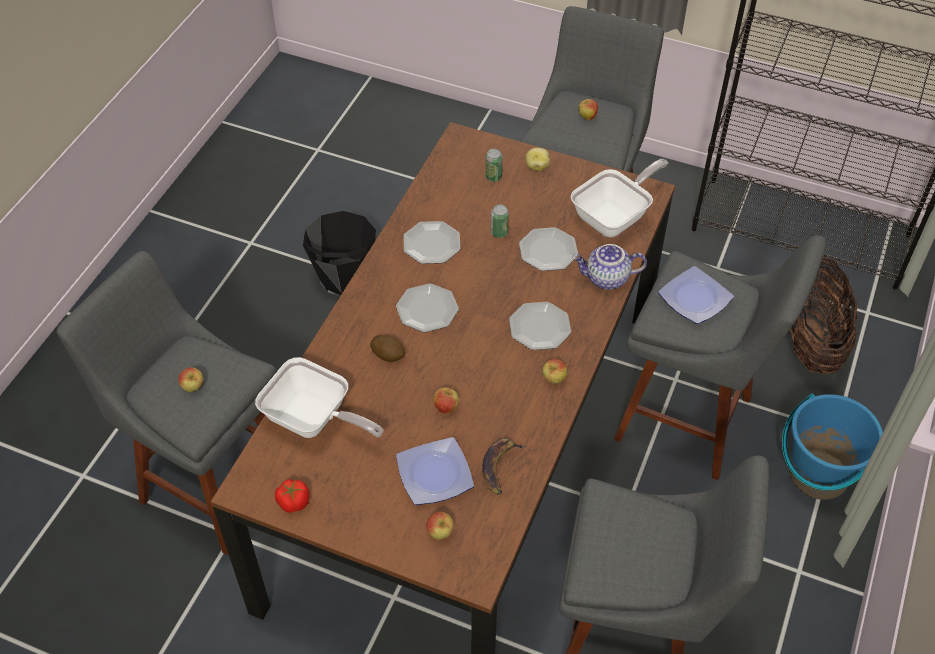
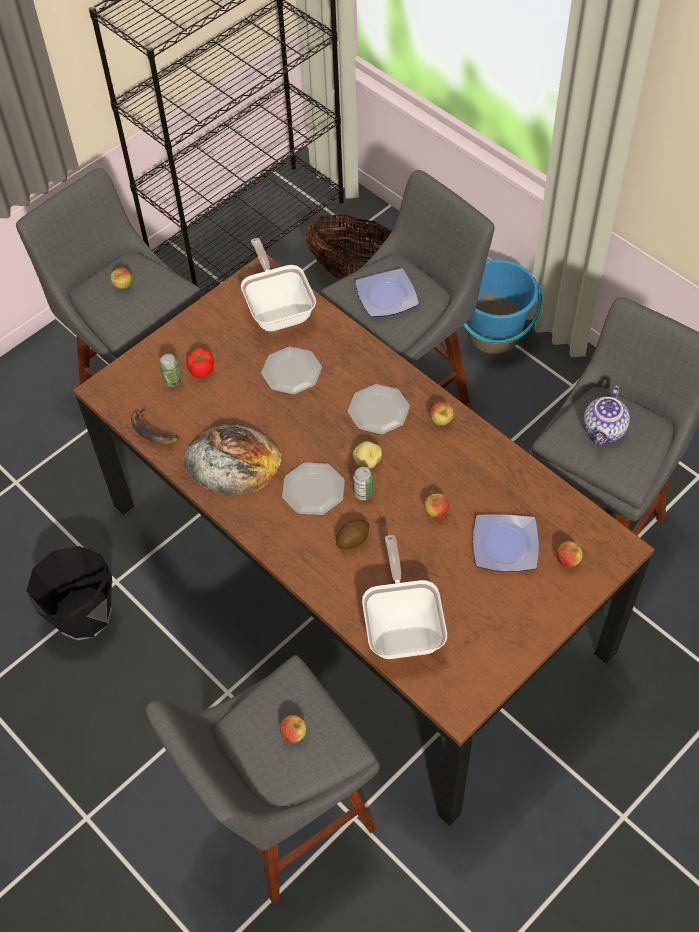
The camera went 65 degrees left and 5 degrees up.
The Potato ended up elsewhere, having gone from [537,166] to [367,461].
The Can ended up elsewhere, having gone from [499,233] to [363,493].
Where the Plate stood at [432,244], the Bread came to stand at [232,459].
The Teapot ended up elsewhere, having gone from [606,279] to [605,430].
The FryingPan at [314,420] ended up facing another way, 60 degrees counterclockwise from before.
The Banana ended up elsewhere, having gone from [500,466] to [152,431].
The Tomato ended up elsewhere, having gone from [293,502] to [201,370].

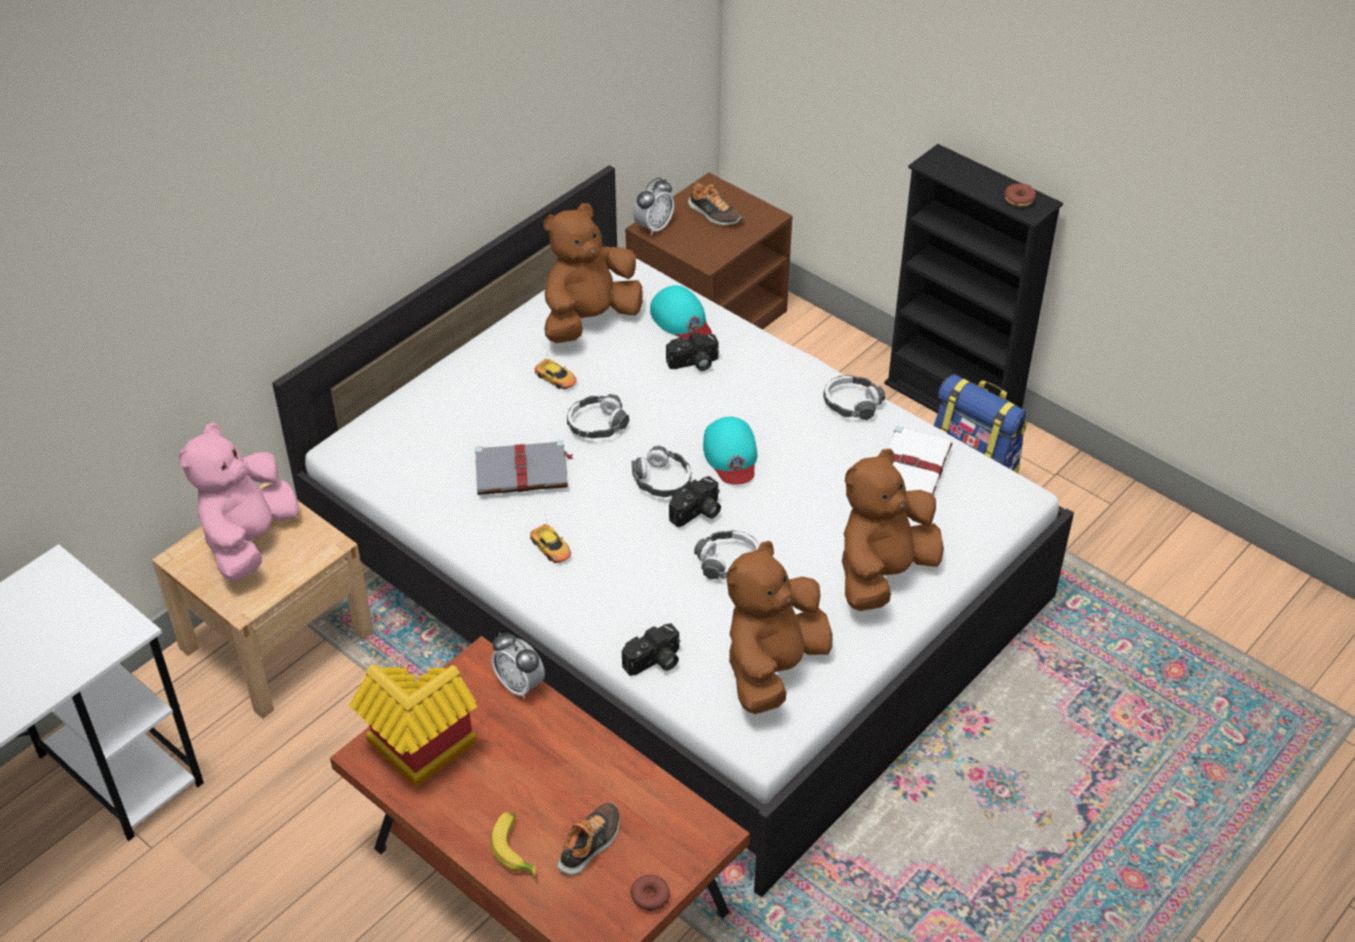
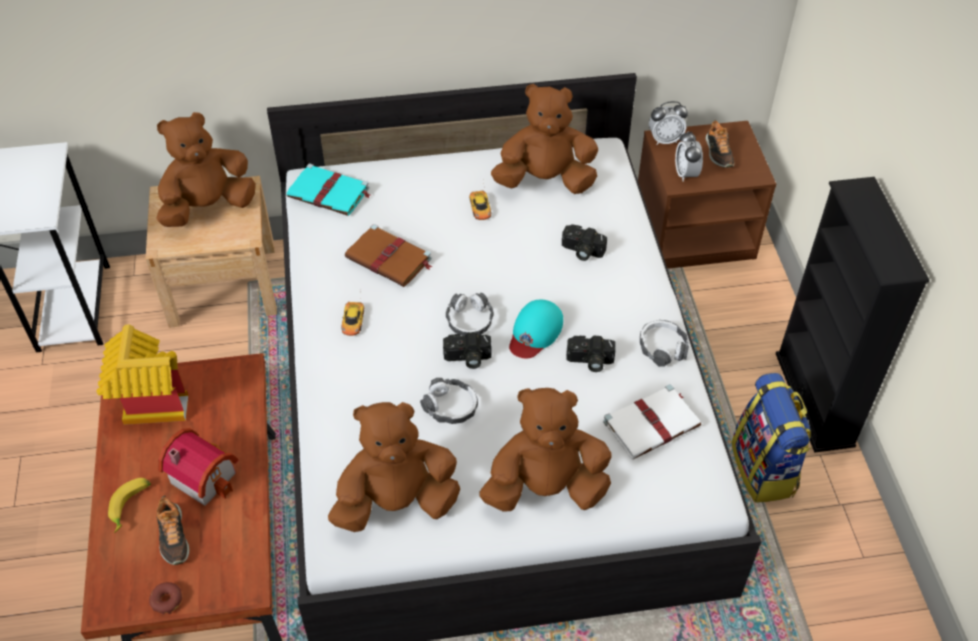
The camera went 40 degrees right and 5 degrees up.
The second view lost the Donut at [1019,199].
The second view lost the TurquoiseCap at [681,320].
The second view lost the Headphones at [597,424].
What was the PinkPlushToy at [249,541] turned into the BrownPlushToy at [208,207].
What was the GreyBook at [523,471] turned into the BrownBook at [389,259].
The PhotoCamera ended up elsewhere, having gone from [654,662] to [589,361].
The AlarmClock ended up elsewhere, having gone from [519,685] to [686,174].
The Shoe at [590,844] ended up facing another way, 90 degrees clockwise from before.
The second view gained the TurquoiseBook at [330,193].
The second view gained the ToyHouse at [205,474].

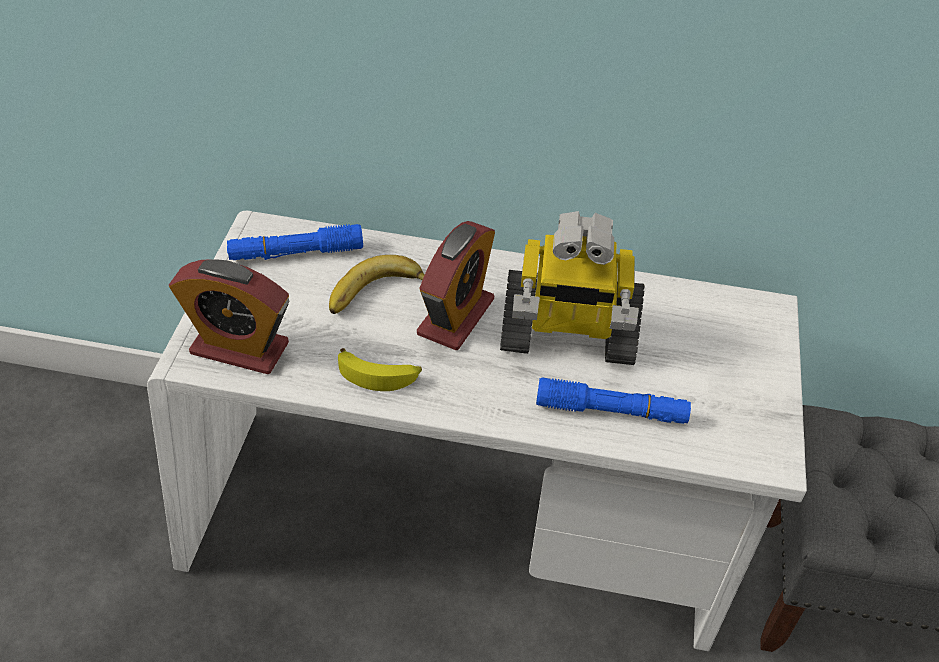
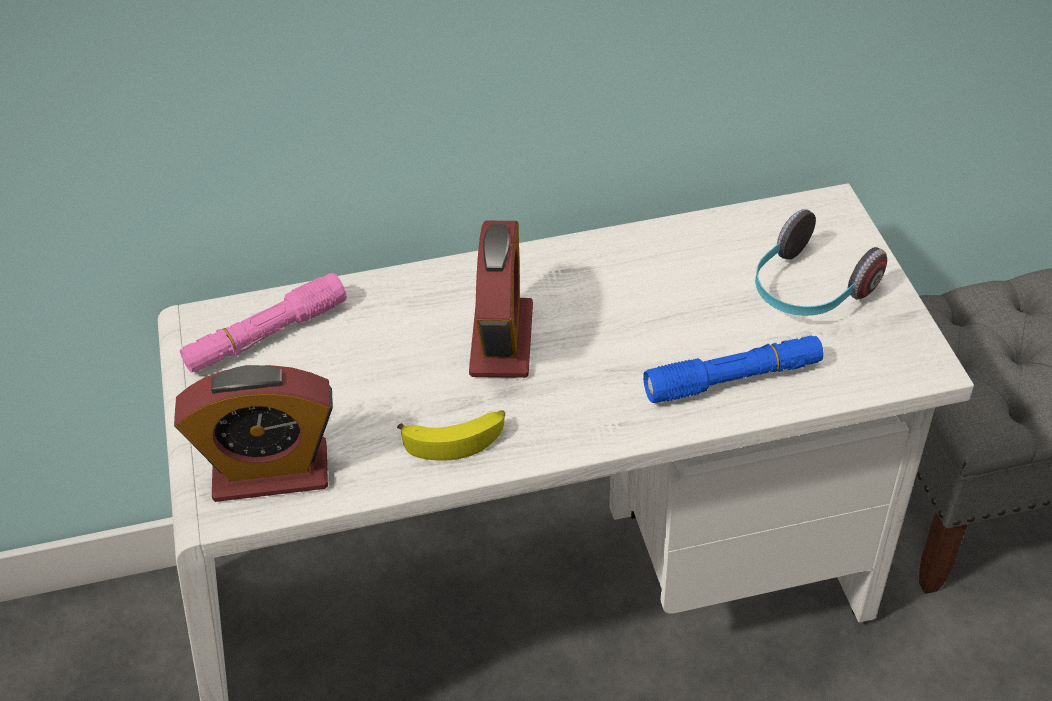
The camera went 20 degrees left and 0 degrees up.
The second view lost the ToyRobot at [567,335].
What was the BlueFlashlight at [296,253] turned into the PinkFlashlight at [266,335].
The second view lost the Banana at [379,296].
The second view gained the Headphones at [808,291].

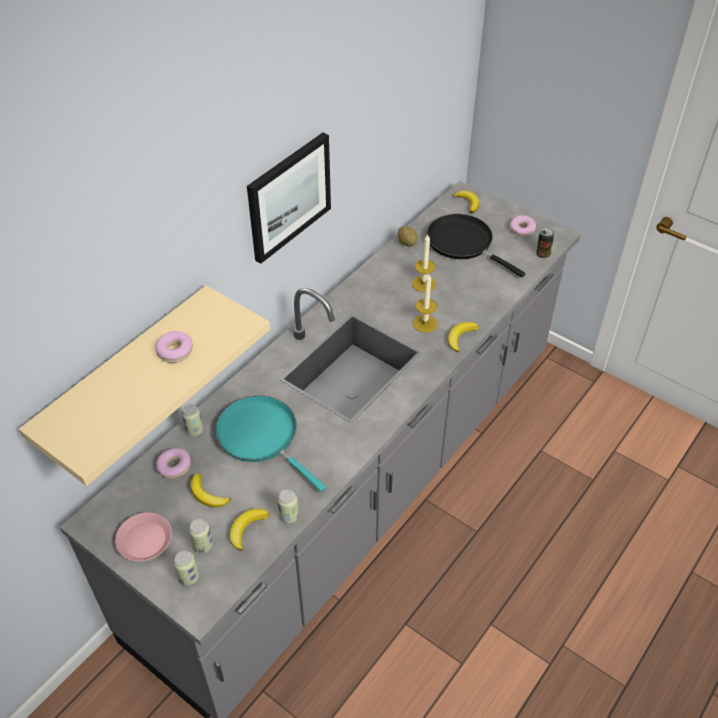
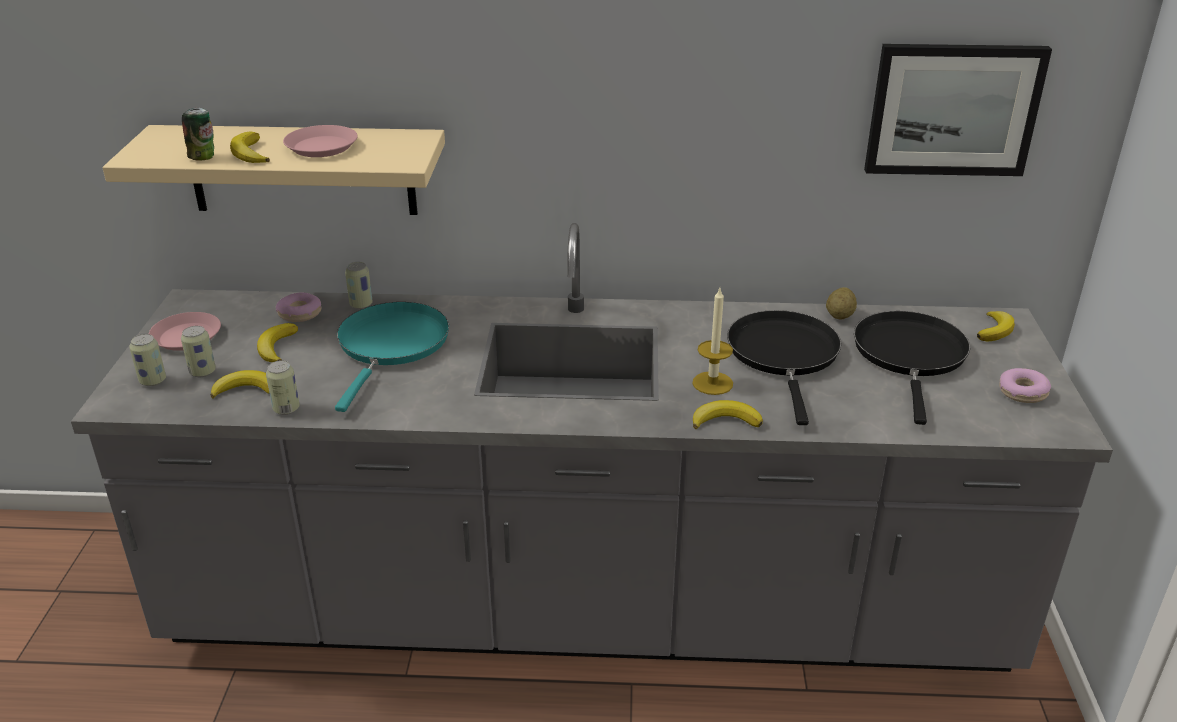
The camera went 55 degrees right and 15 degrees down.
The Picture ended up elsewhere, having gone from [288,196] to [953,109].
The Can ended up elsewhere, having gone from [543,253] to [204,157].
Where the Candle stood at [424,284], the BlackFryingPan came to stand at [784,355].
Where the Donut stood at [175,351], the PinkPlate came to stand at [322,147].
The second view gained the Banana at [249,153].

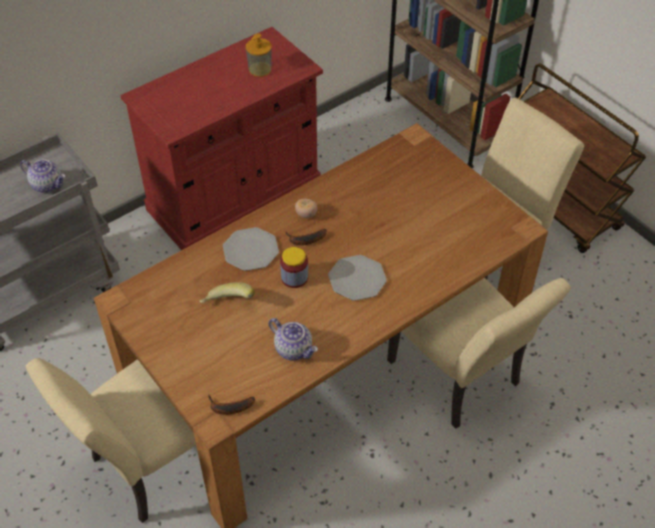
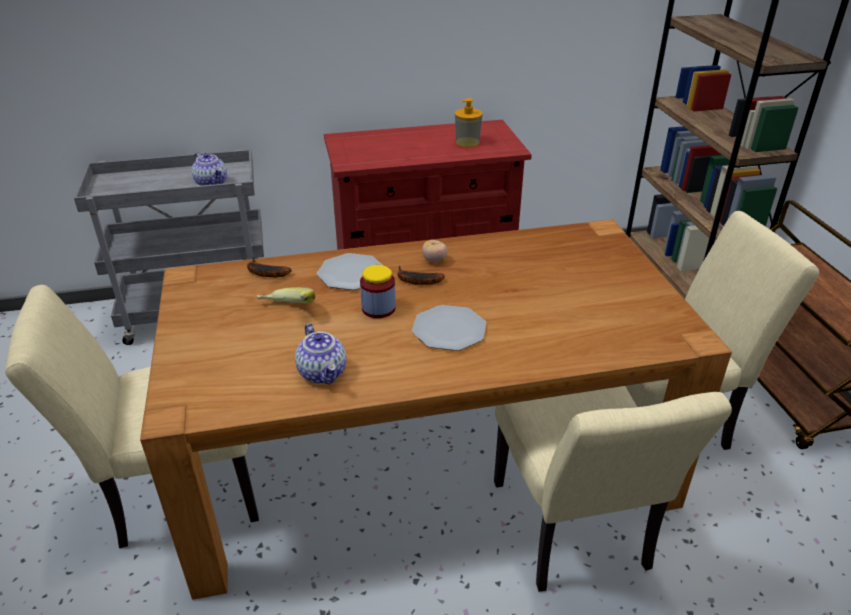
The camera went 25 degrees right and 15 degrees down.
The Banana ended up elsewhere, having gone from [229,408] to [264,273].

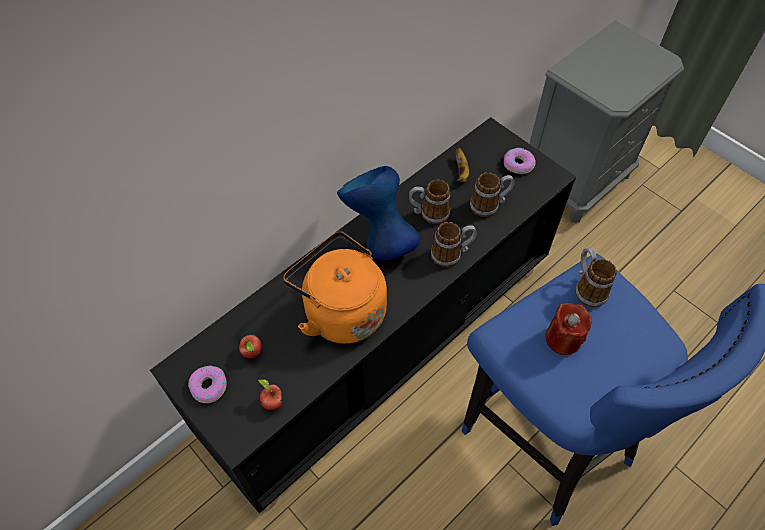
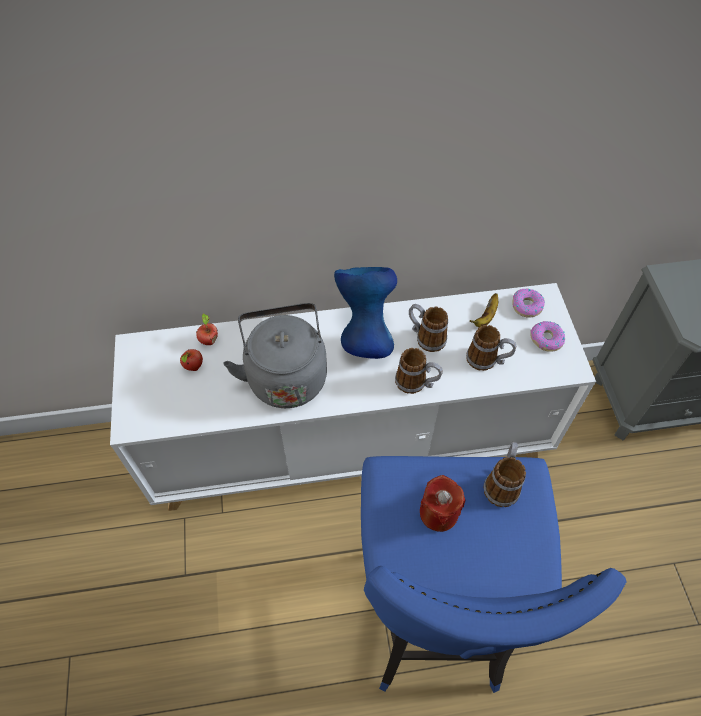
The camera went 35 degrees right and 0 degrees up.
What was the BlackCabinet at [383,349] turned into the WhiteCabinet at [351,443].
What was the OrangeKettle at [341,311] turned into the GreyKettle at [285,375].
The Donut ended up elsewhere, having gone from [208,386] to [526,306].
The Apple ended up elsewhere, having gone from [272,402] to [208,340].

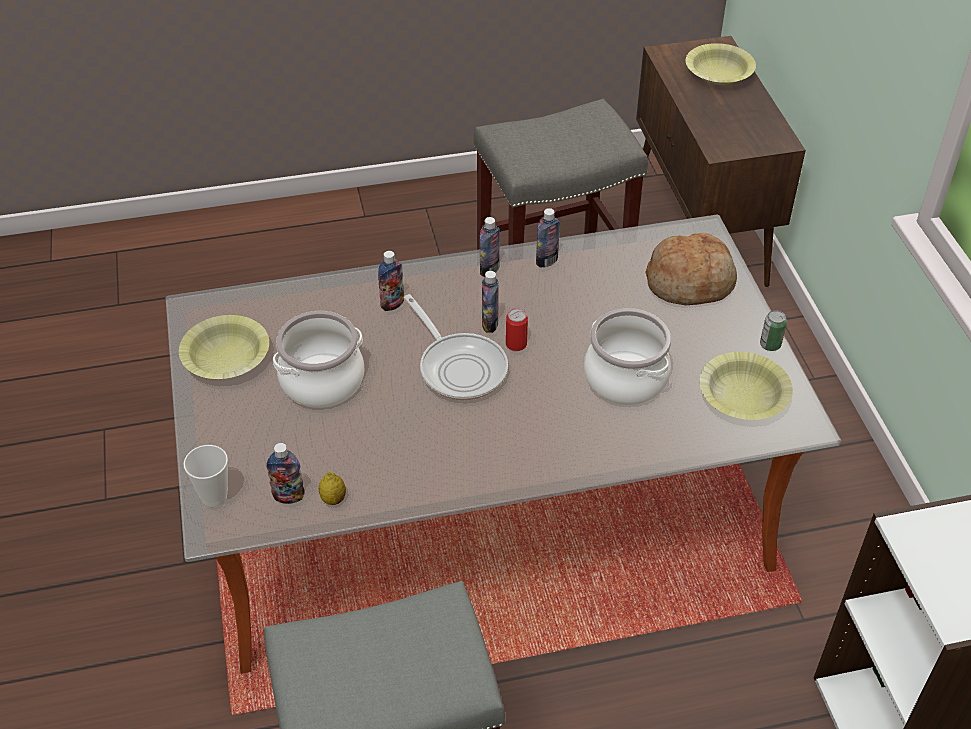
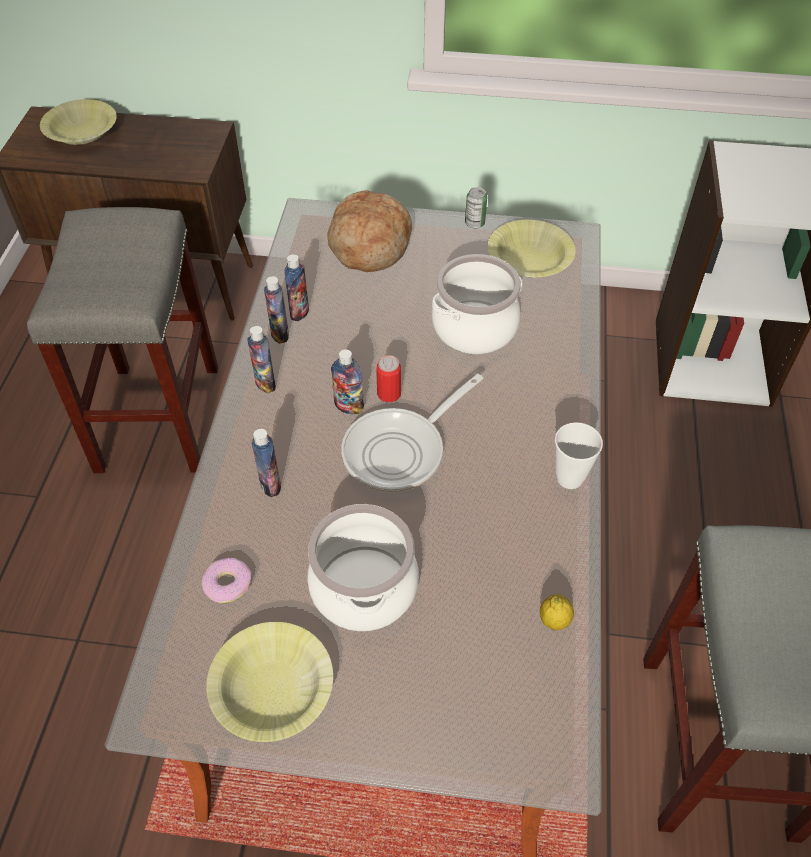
The camera went 70 degrees left and 5 degrees up.
The FryingPan at [459,367] ended up facing another way, 150 degrees clockwise from before.
The Bottle ended up elsewhere, having gone from [288,496] to [299,312].
The Cup ended up elsewhere, having gone from [214,497] to [569,478].
The second view gained the Donut at [227,584].

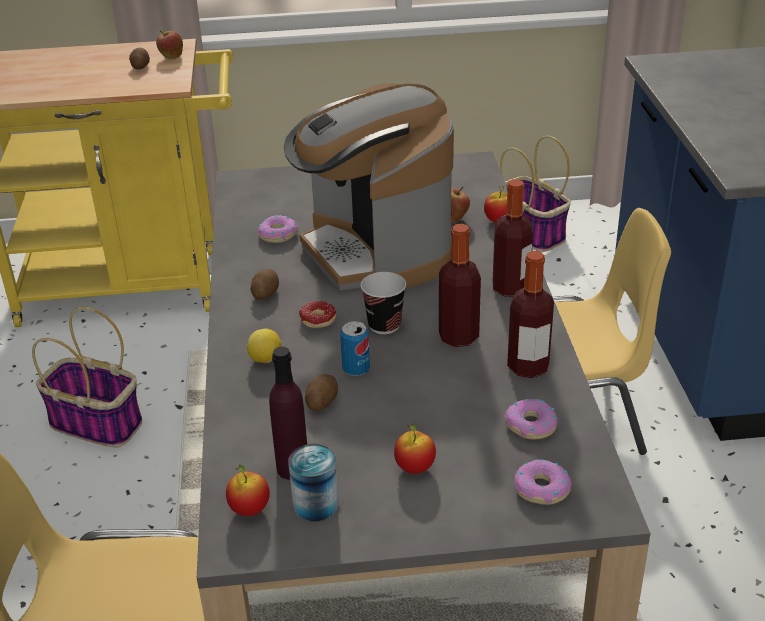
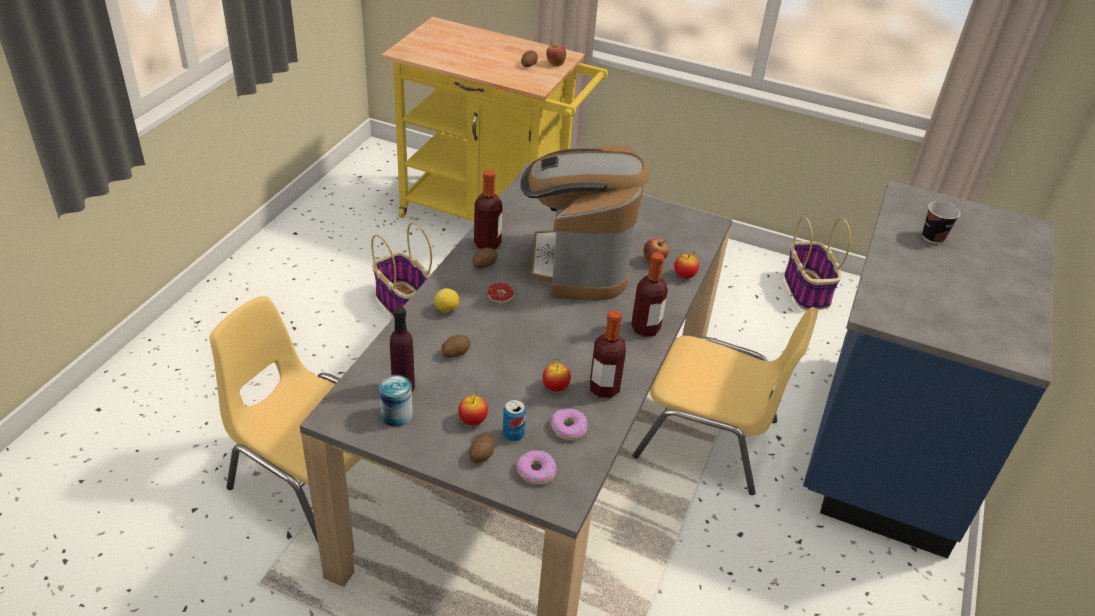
The camera went 25 degrees right and 5 degrees up.
The second view lost the Donut at [278,234].
The Bottle ended up elsewhere, having gone from [458,337] to [487,244].
The Cup ended up elsewhere, having gone from [384,325] to [933,237].
The Can ended up elsewhere, having gone from [356,369] to [513,434].
The Apple ended up elsewhere, having gone from [249,509] to [555,387].
The second view gained the Potato at [482,455].

